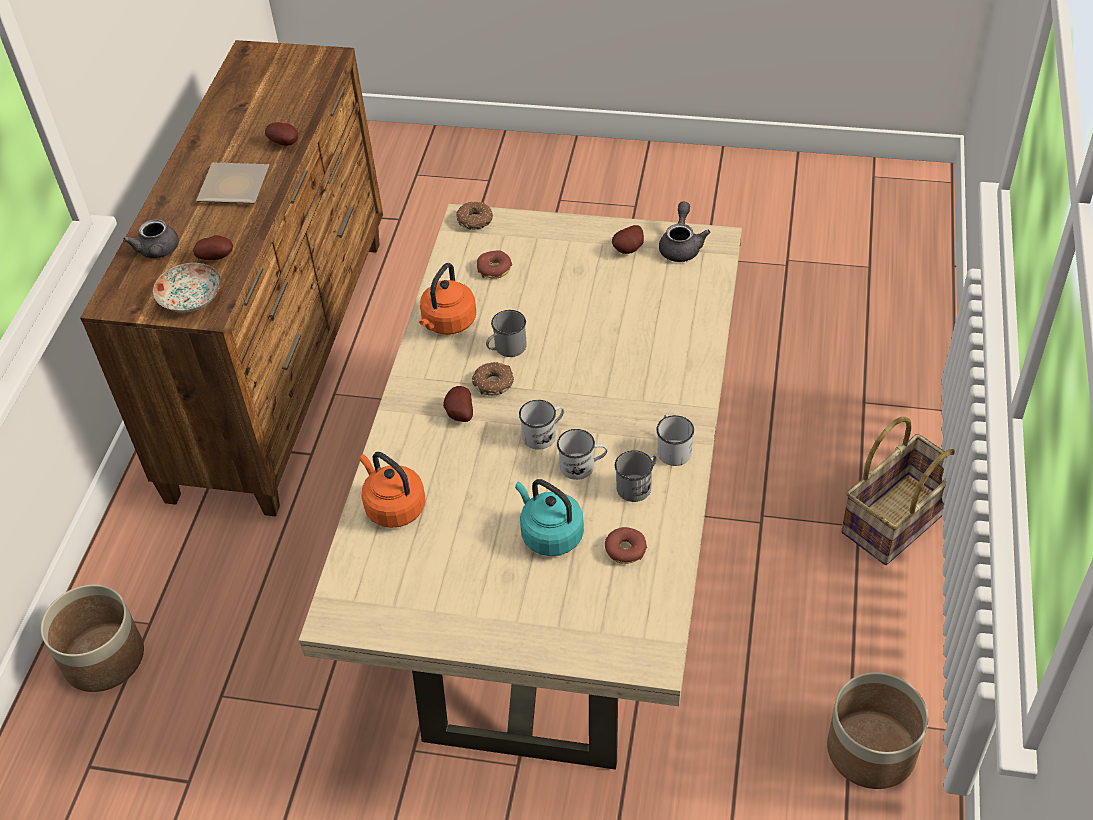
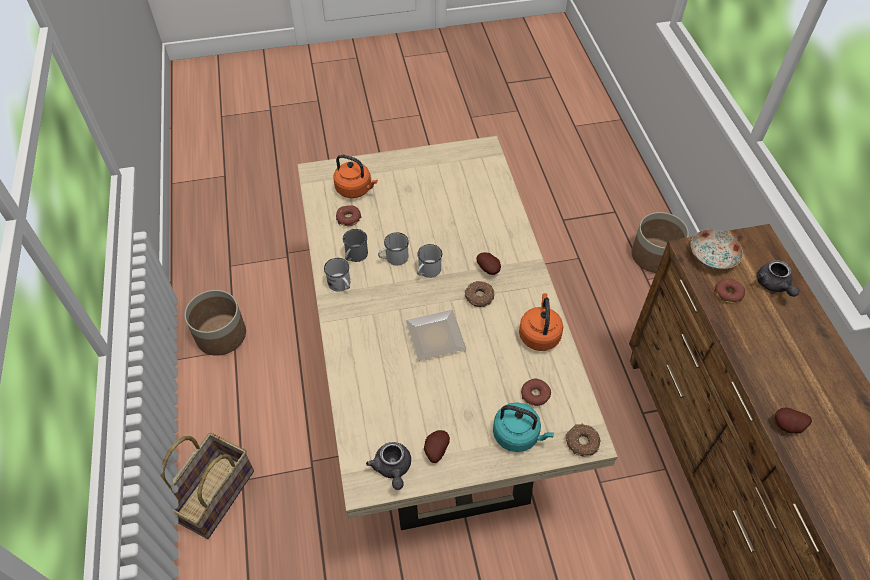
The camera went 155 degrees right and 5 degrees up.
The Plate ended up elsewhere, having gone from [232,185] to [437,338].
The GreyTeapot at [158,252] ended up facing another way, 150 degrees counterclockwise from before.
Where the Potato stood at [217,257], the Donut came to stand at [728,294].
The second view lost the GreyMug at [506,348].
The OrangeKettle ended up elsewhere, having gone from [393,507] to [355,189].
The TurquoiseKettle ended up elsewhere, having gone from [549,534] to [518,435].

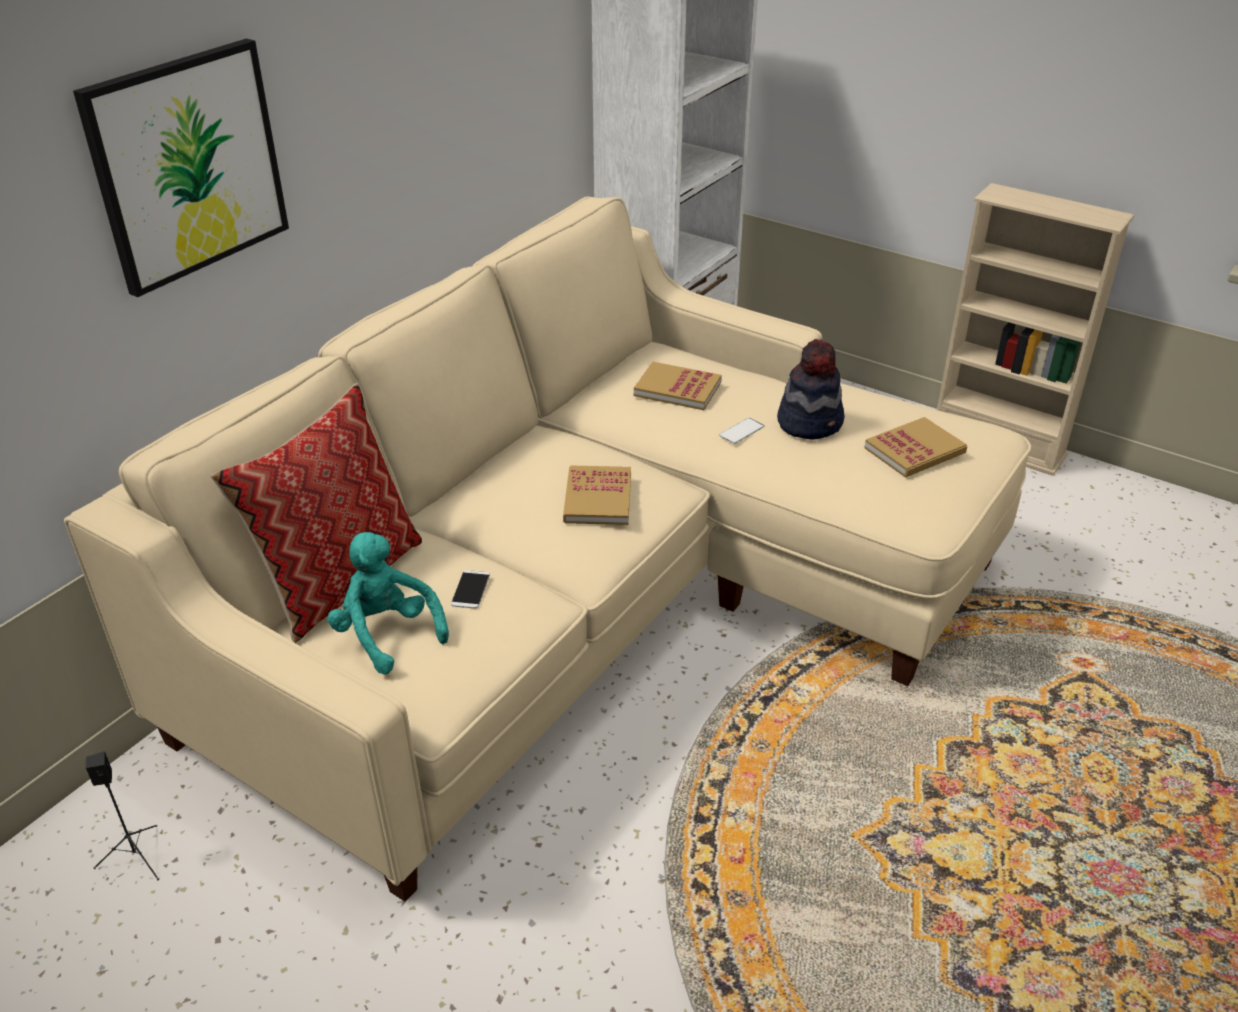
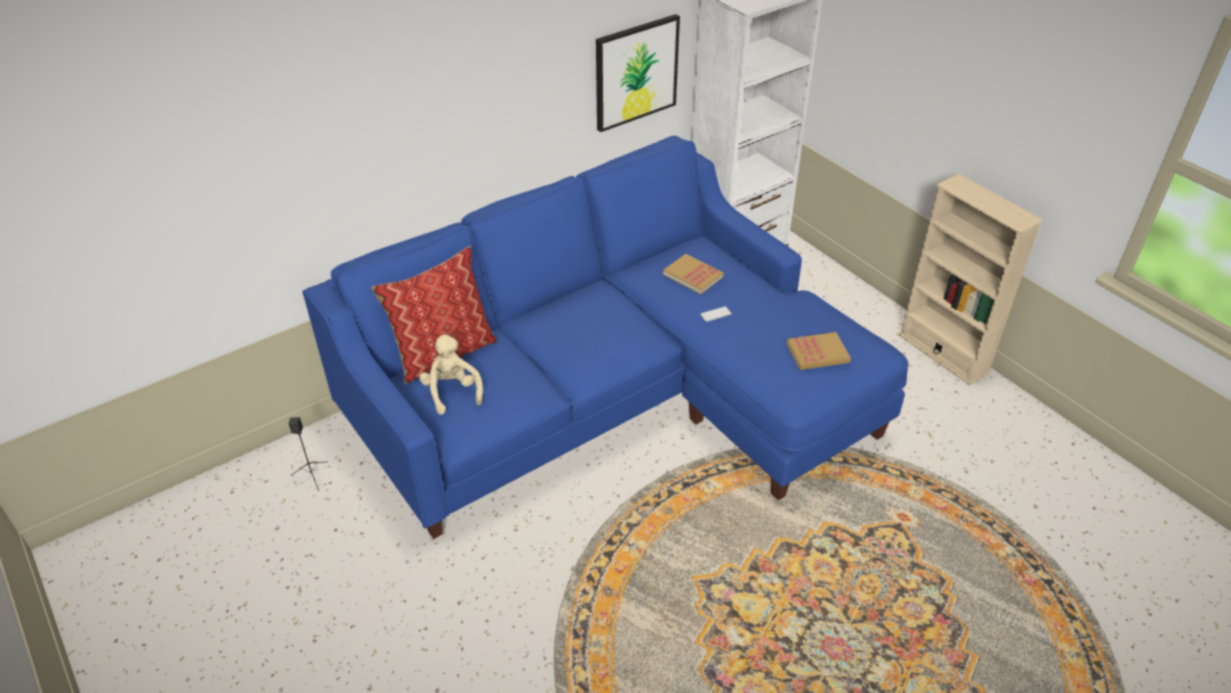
The camera went 20 degrees right and 5 degrees up.
The Picture ended up elsewhere, having gone from [188,165] to [636,72].
What was the BeigeSofa at [595,601] turned into the BlueSofa at [616,396].
The second view lost the Hat at [810,422].
The second view lost the Book at [598,498].
What was the TurquoisePlushToy at [386,634] turned into the BeigePlushToy at [452,392].
The second view lost the Phone at [470,590].

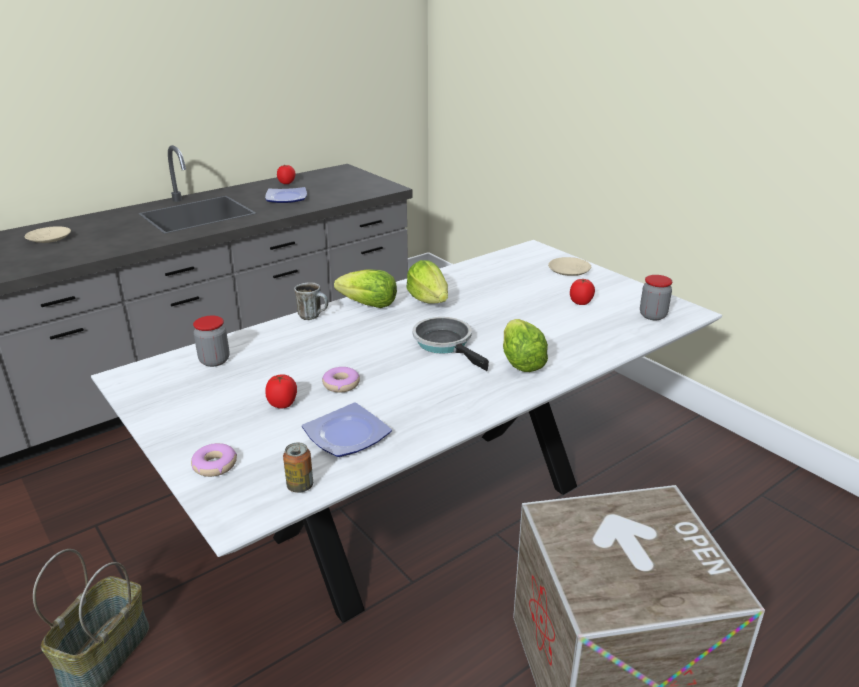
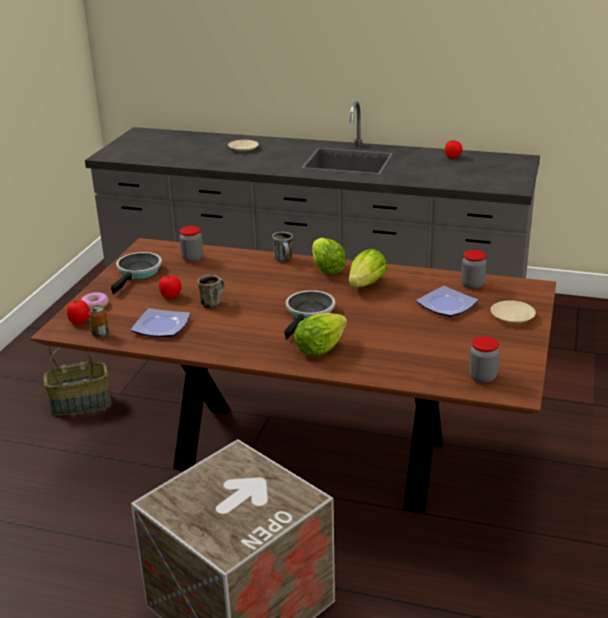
The camera went 55 degrees right and 0 degrees up.
The Plate ended up elsewhere, having gone from [285,198] to [445,305].
What was the WhiteDiningTable at [429,512] turned into the BrownDiningTable at [308,455].
The Tomato ended up elsewhere, having gone from [581,303] to [80,322].
Where the Donut stood at [341,384], the Mug came to stand at [213,303].
The second view gained the Jar at [472,285].
The second view gained the FryingPan at [138,273].

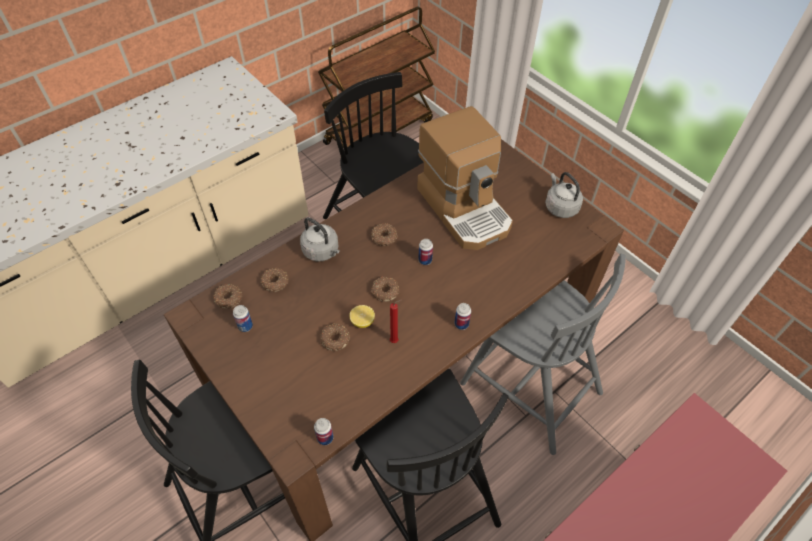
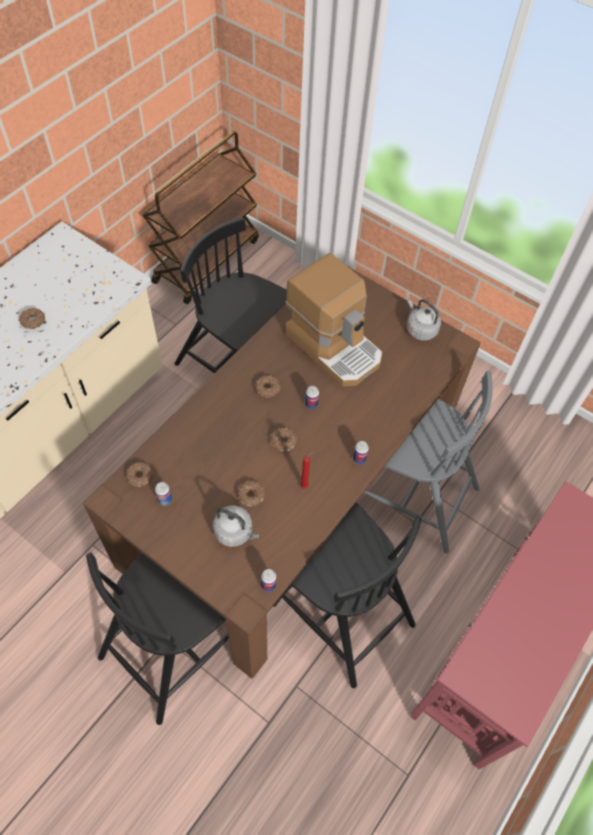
The camera went 15 degrees left and 5 degrees up.
The GreyKettle ended up elsewhere, having gone from [322,251] to [235,532].
The Donut ended up elsewhere, having gone from [275,283] to [33,321].
The second view lost the Lemon at [362,321].

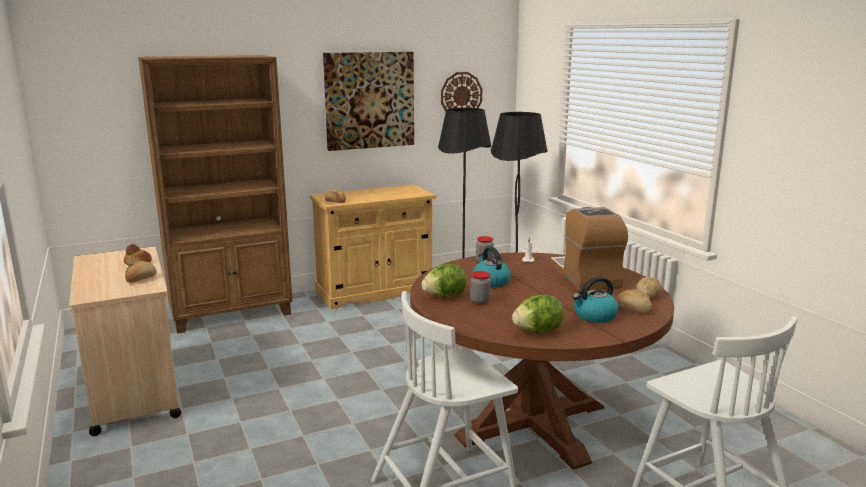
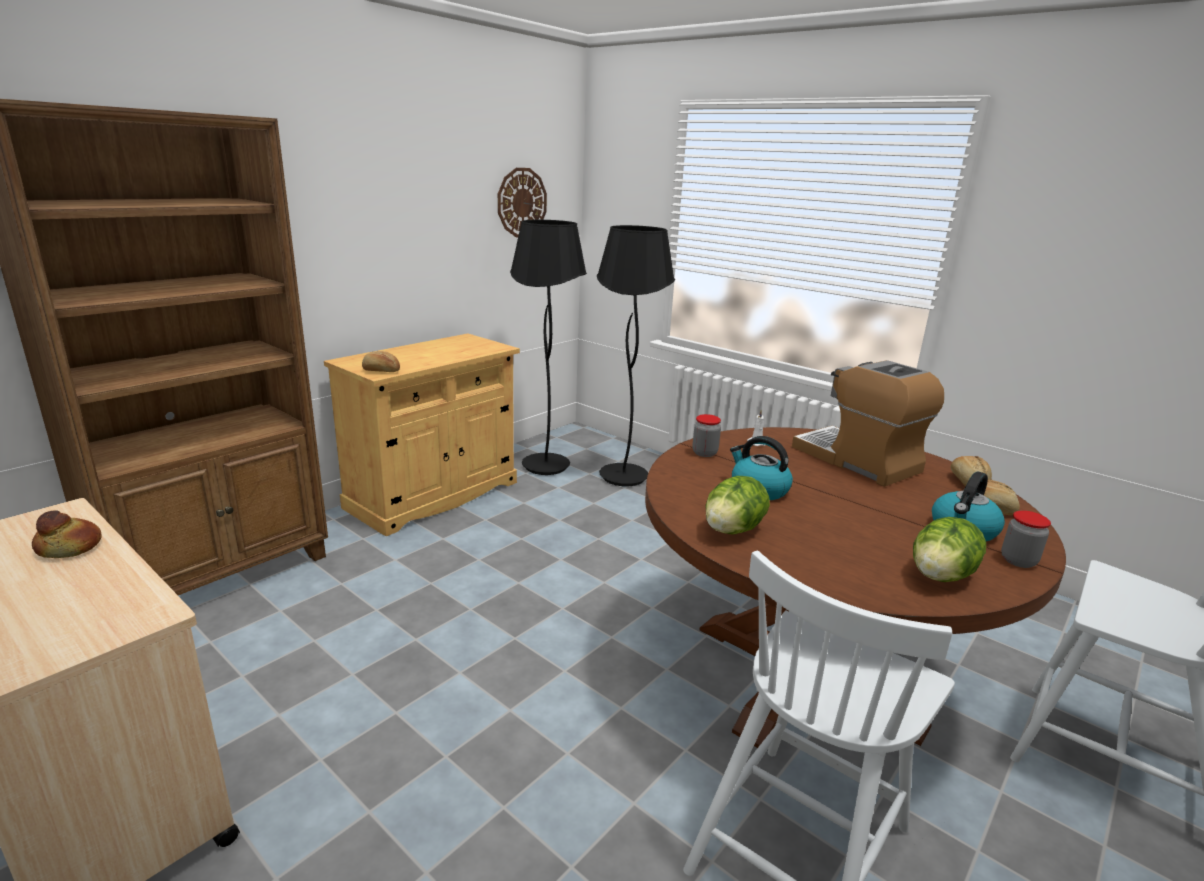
The camera went 25 degrees left and 5 degrees up.
The second view lost the Picture at [370,100].
The second view lost the Bread at [141,279].
The Jar ended up elsewhere, having gone from [480,301] to [1018,561].

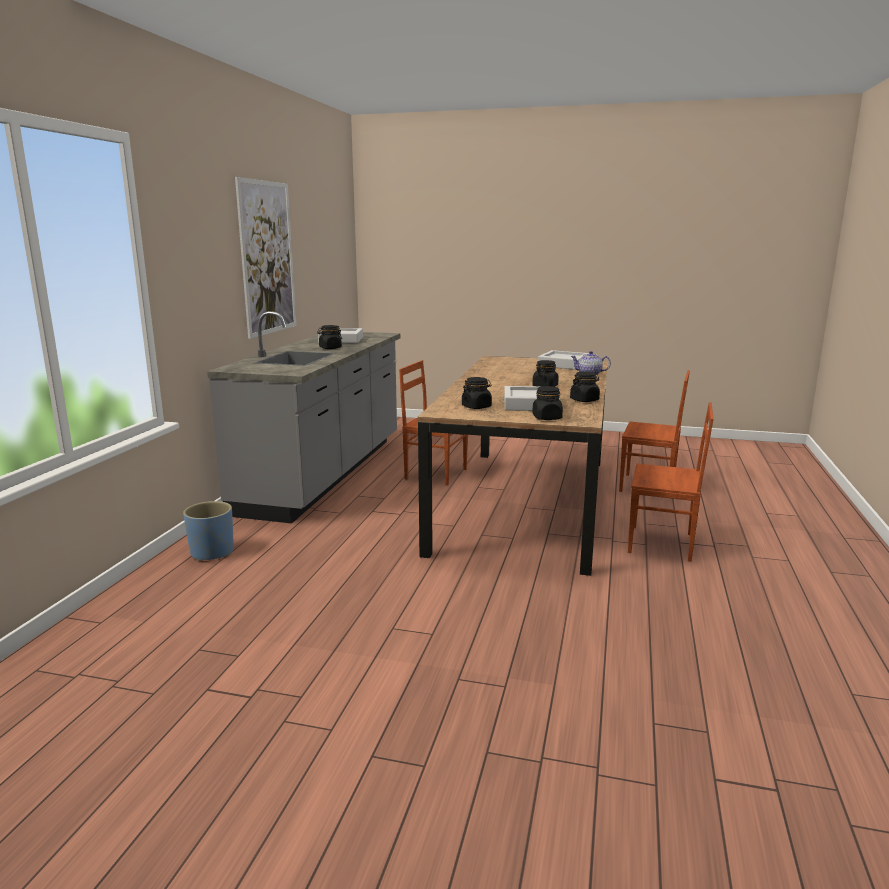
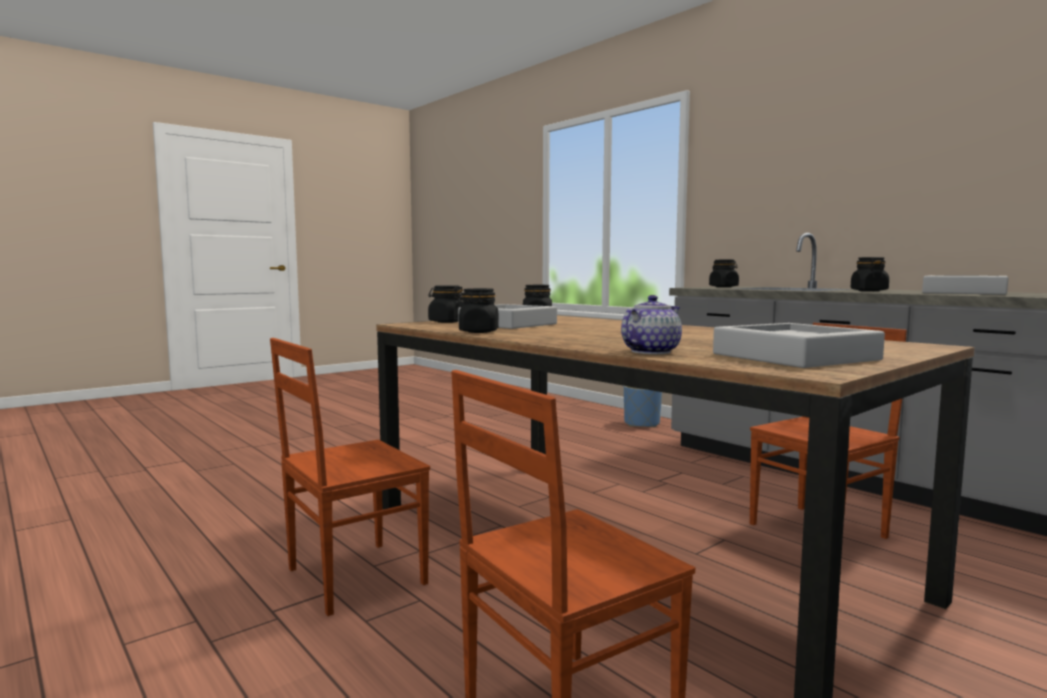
The camera went 125 degrees right and 10 degrees down.
The second view lost the Picture at [267,258].
The BlackJar ended up elsewhere, having gone from [545,386] to [723,287].

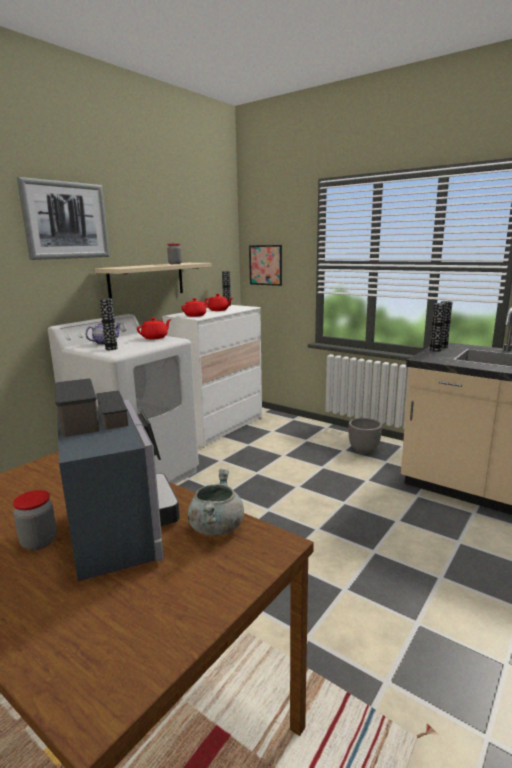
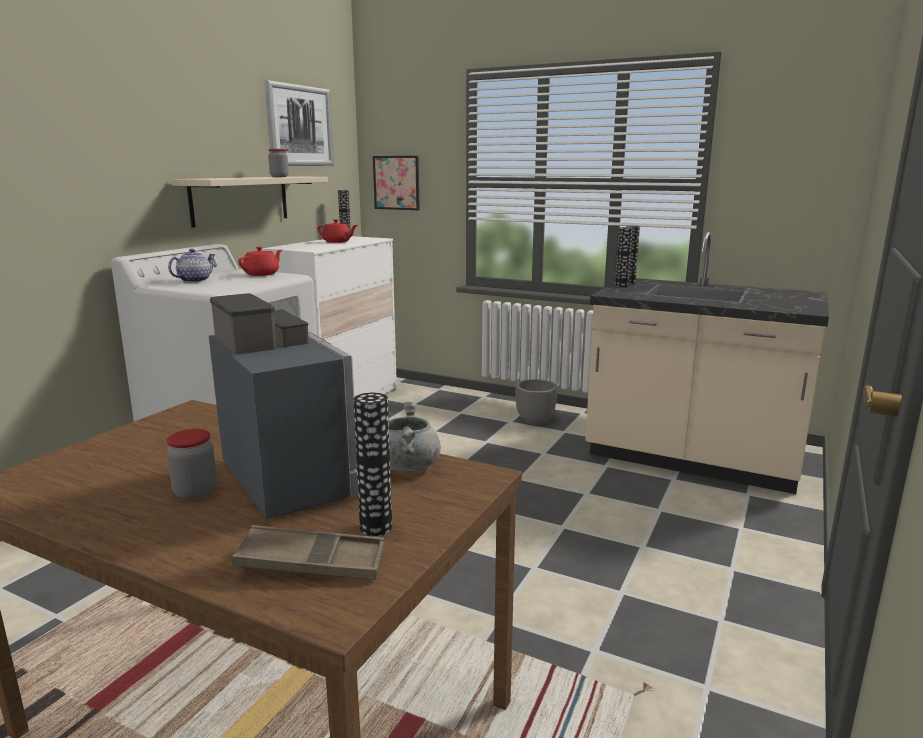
The camera went 10 degrees left and 0 degrees up.
The Picture ended up elsewhere, having gone from [66,220] to [300,126].
The Vase ended up elsewhere, having gone from [111,349] to [376,527].
The second view lost the RedTeapot at [196,315].
The second view gained the BrownTray at [312,563].

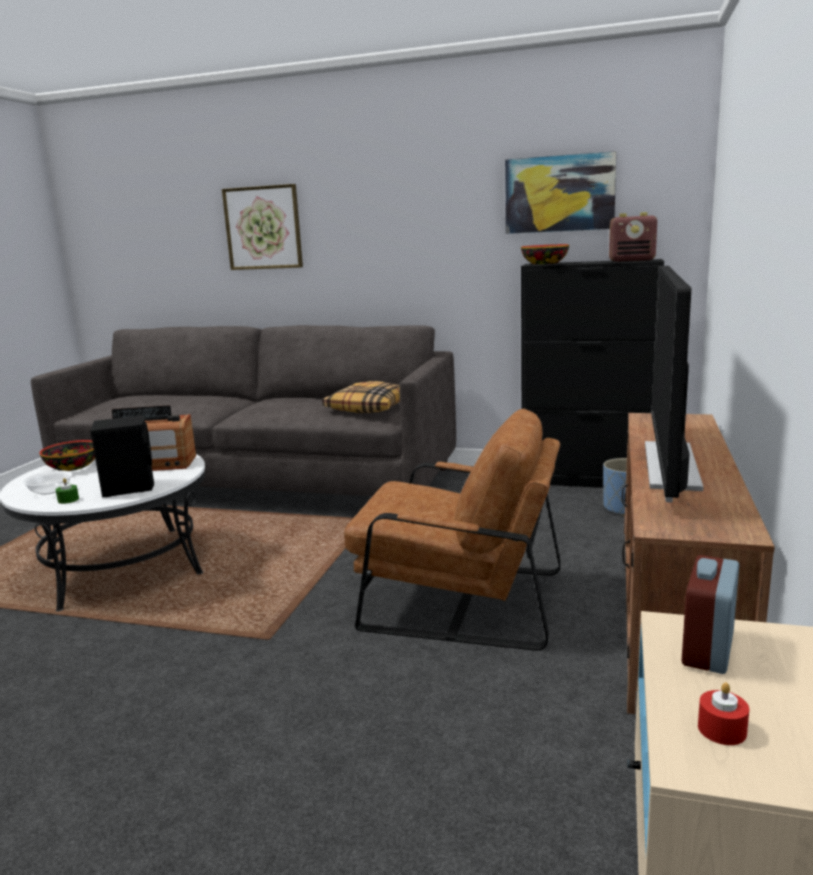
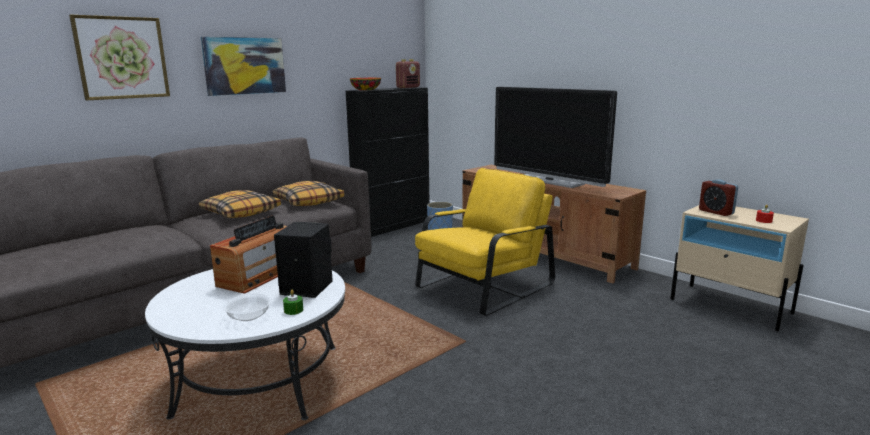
The camera went 60 degrees left and 0 degrees up.
The Picture ended up elsewhere, having gone from [559,194] to [244,66].
What was the BrownArmchair at [459,599] turned into the YellowArmchair at [483,286].
The second view lost the Bowl at [73,467].
The second view gained the Pillow at [241,212].

